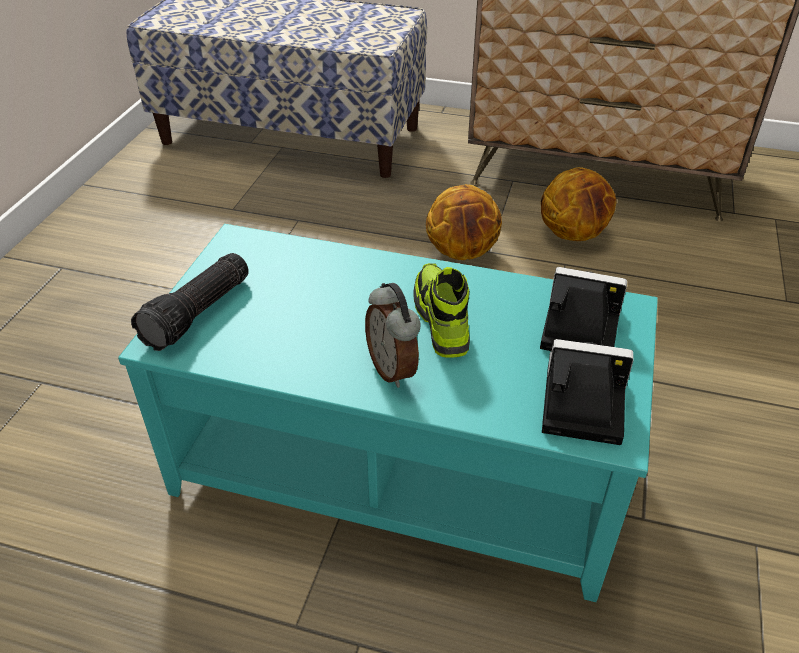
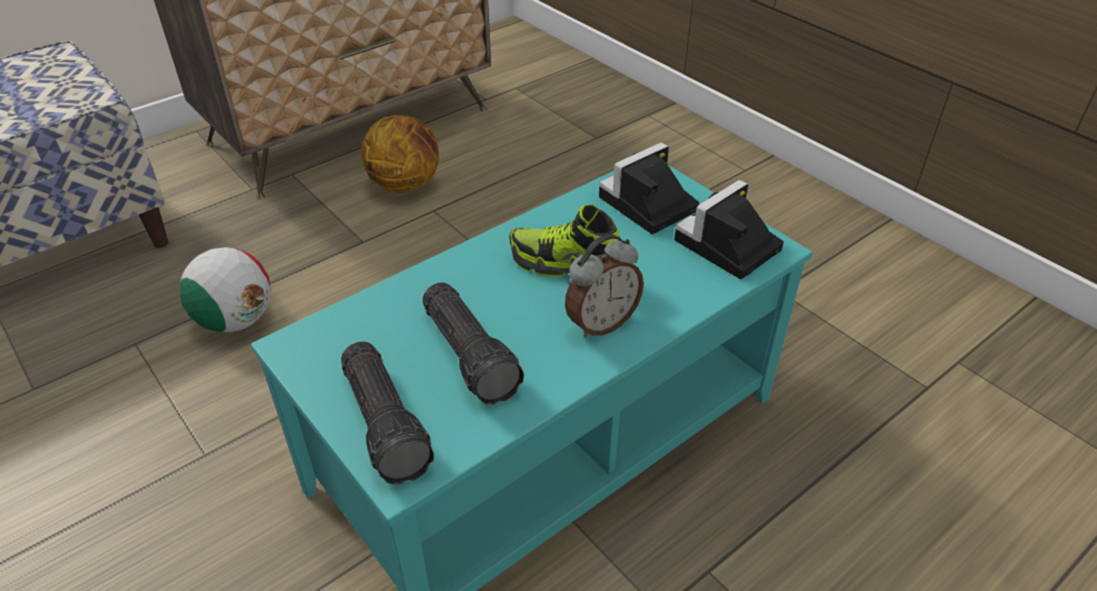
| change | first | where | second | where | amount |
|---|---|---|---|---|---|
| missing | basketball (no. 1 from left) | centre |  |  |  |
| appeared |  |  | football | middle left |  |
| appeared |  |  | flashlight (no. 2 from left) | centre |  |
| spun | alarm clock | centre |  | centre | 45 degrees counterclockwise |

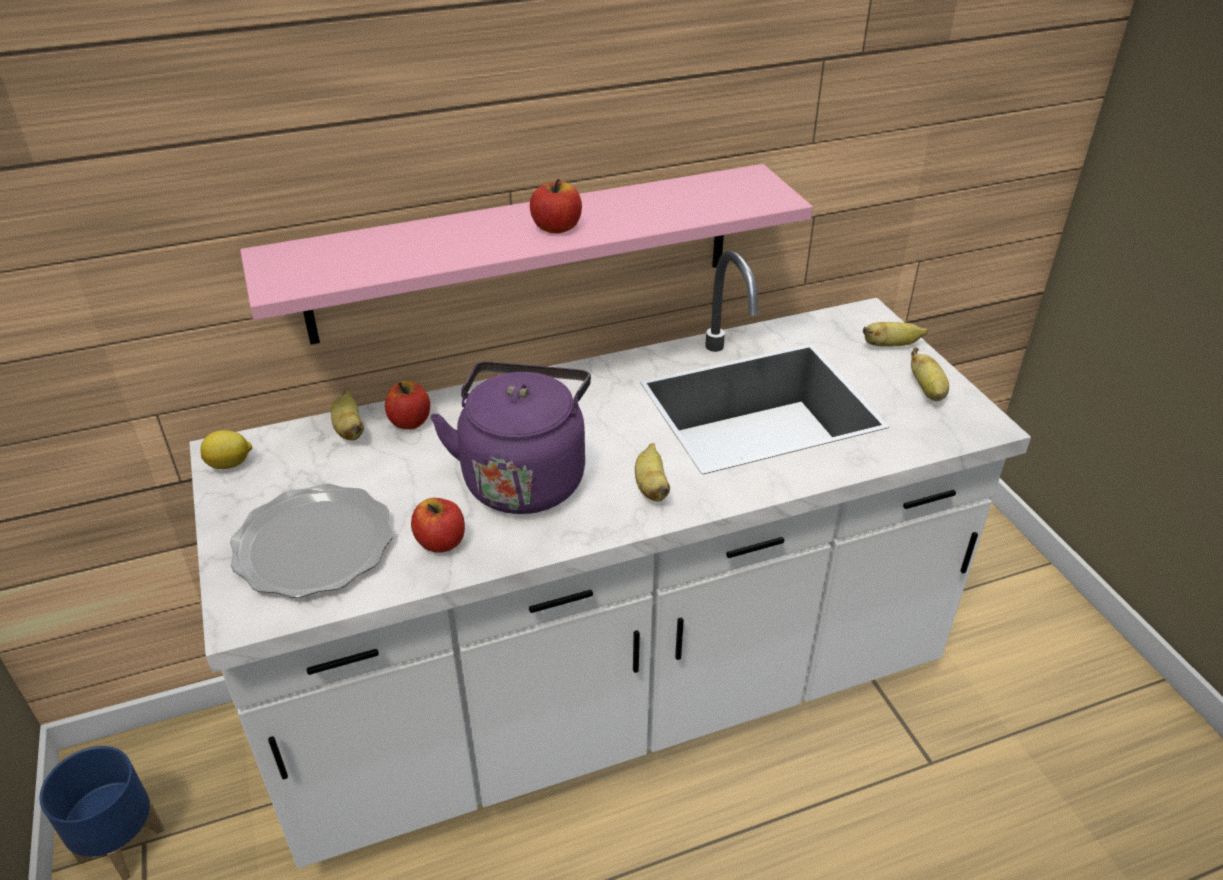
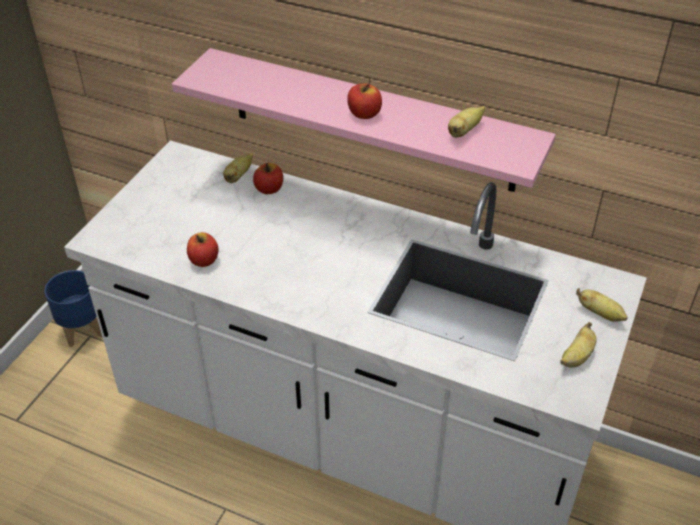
| change | first | where | second | where | amount |
|---|---|---|---|---|---|
| missing | lemon | middle left |  |  |  |
| missing | plate | middle left |  |  |  |
| missing | kettle in purple | centre |  |  |  |
| relocated | banana (no. 2 from left) | centre |  | top centre |  |

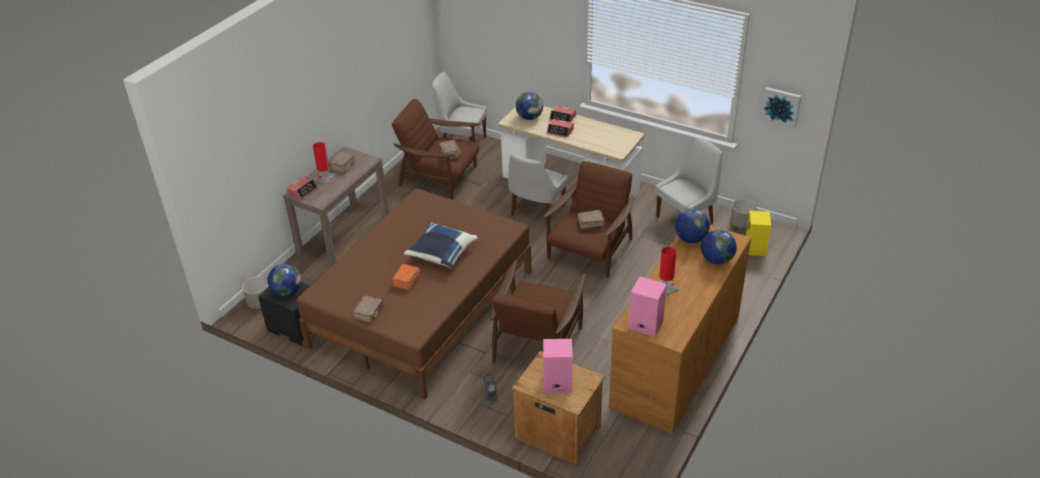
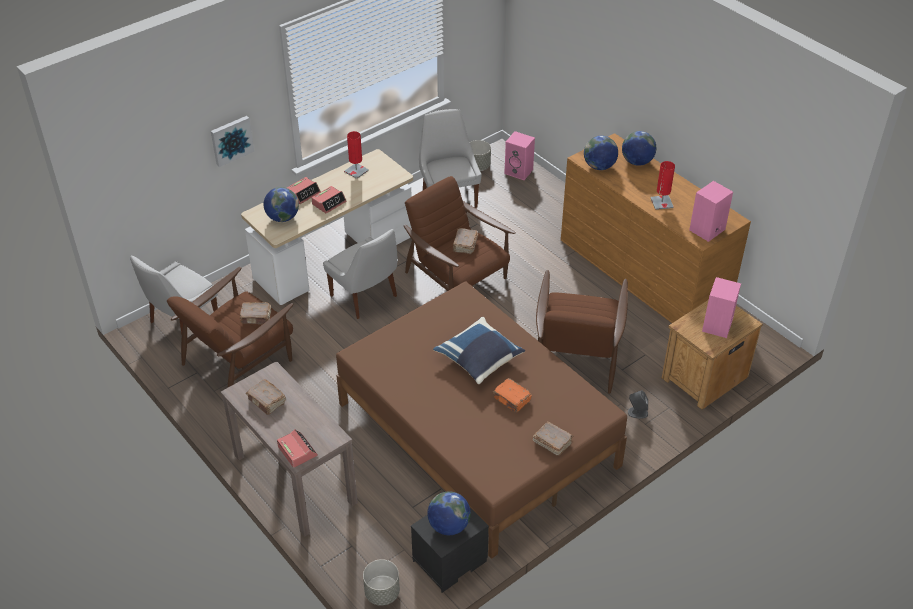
| change | first | where | second | where | amount |
|---|---|---|---|---|---|
| relocated | table lamp in red (no. 1 from left) | middle left |  | top centre |  |
| relocated | picture | top right |  | top left |  |
| colour | speaker in yellow | middle right | speaker in pink (no. 1 from left) | top centre |  |
| spun | armchair in brown (no. 2 from left in the first image) | centre | armchair in brown (no. 3 from left) | centre | 60 degrees clockwise |

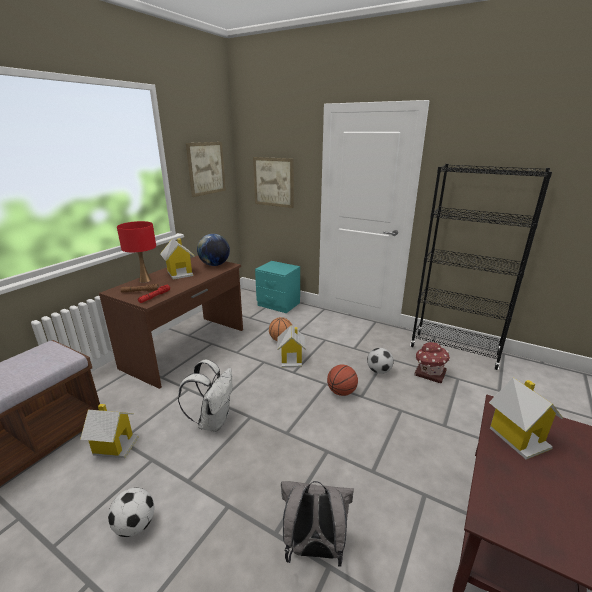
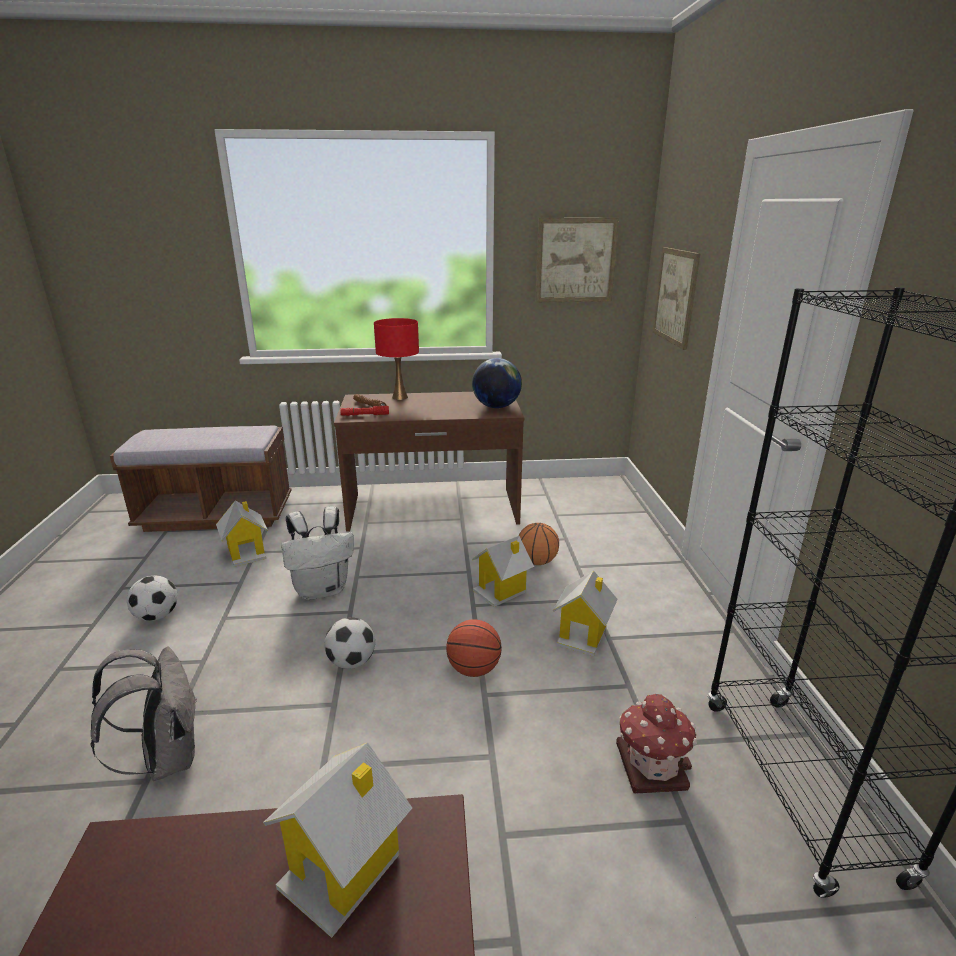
| change | first | where | second | where | amount |
|---|---|---|---|---|---|
| missing | nightstand in turquoise | centre |  |  |  |
| relocated | toy house (no. 2 from left in the first image) | middle left | toy house (no. 4 from left) | centre |  |
| relocated | football (no. 2 from left) | centre |  | bottom centre |  |

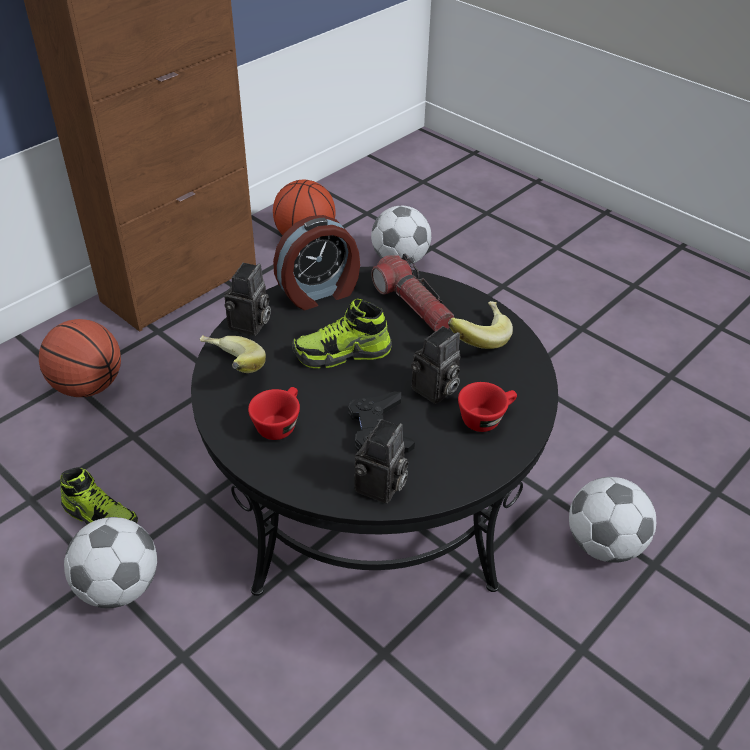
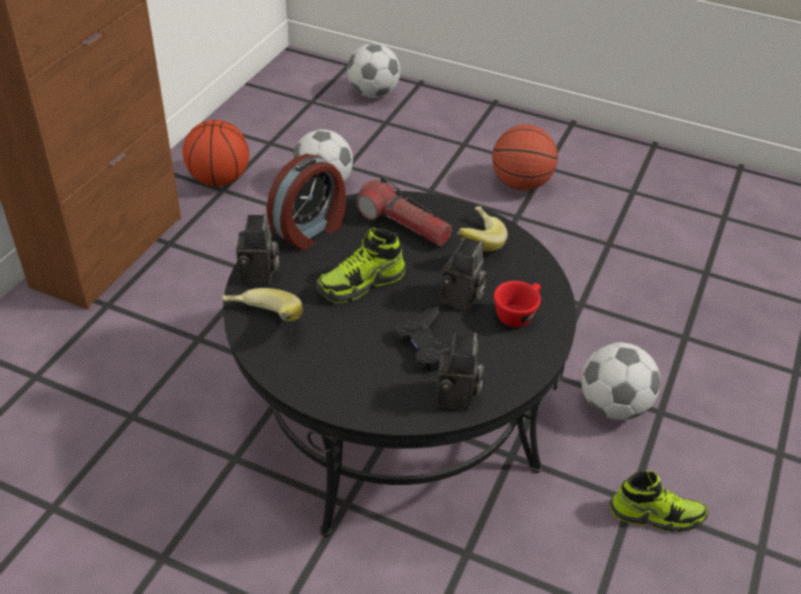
| change | first | where | second | where | amount |
|---|---|---|---|---|---|
| missing | cup in red (no. 1 from left) | centre |  |  |  |
| relocated | basketball (no. 1 from left in the first image) | middle left | basketball (no. 2 from left) | top centre |  |
| relocated | shoe (no. 1 from left in the first image) | middle left | shoe (no. 2 from left) | bottom right |  |
| relocated | football (no. 1 from left in the first image) | bottom left | football (no. 2 from left) | top centre |  |

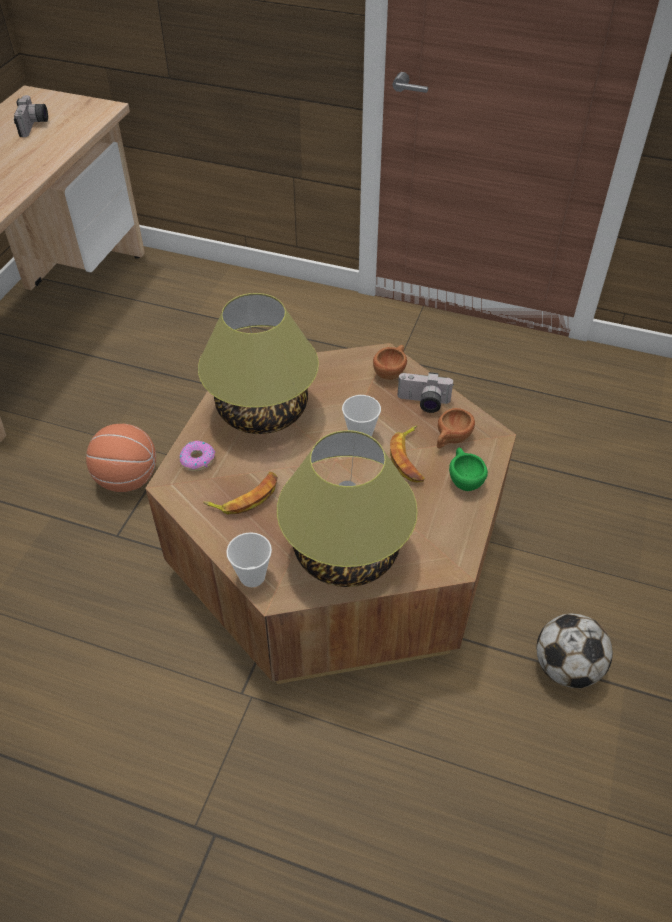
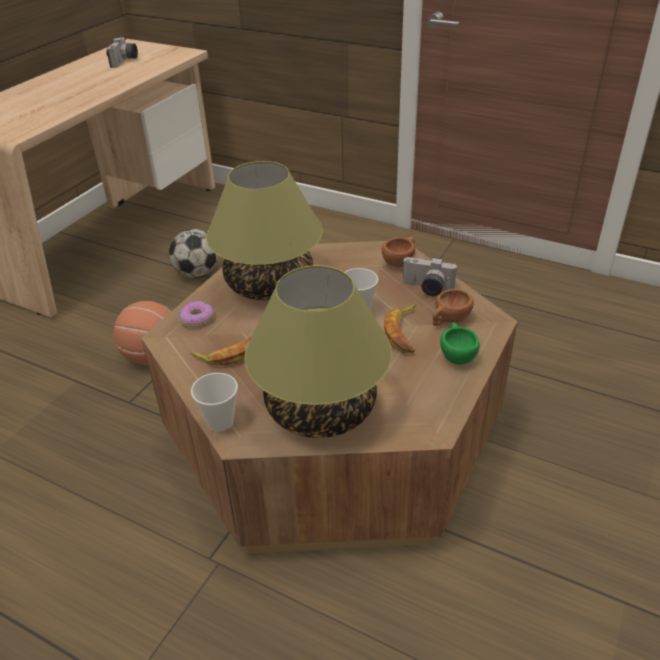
| change | first | where | second | where | amount |
|---|---|---|---|---|---|
| relocated | football | bottom right |  | middle left |  |

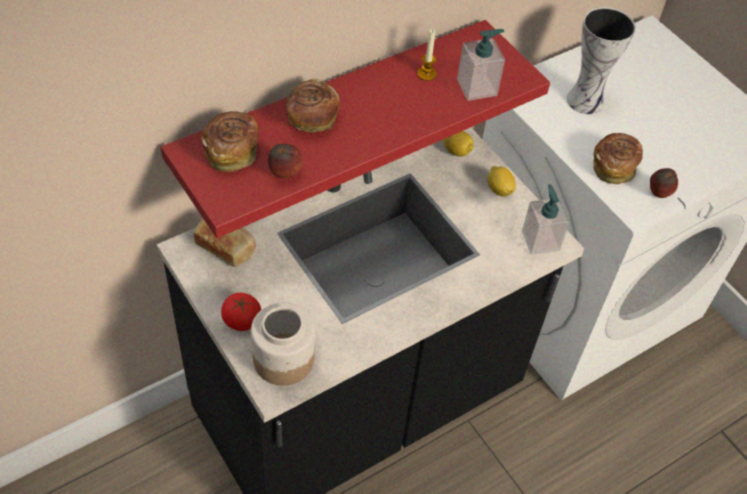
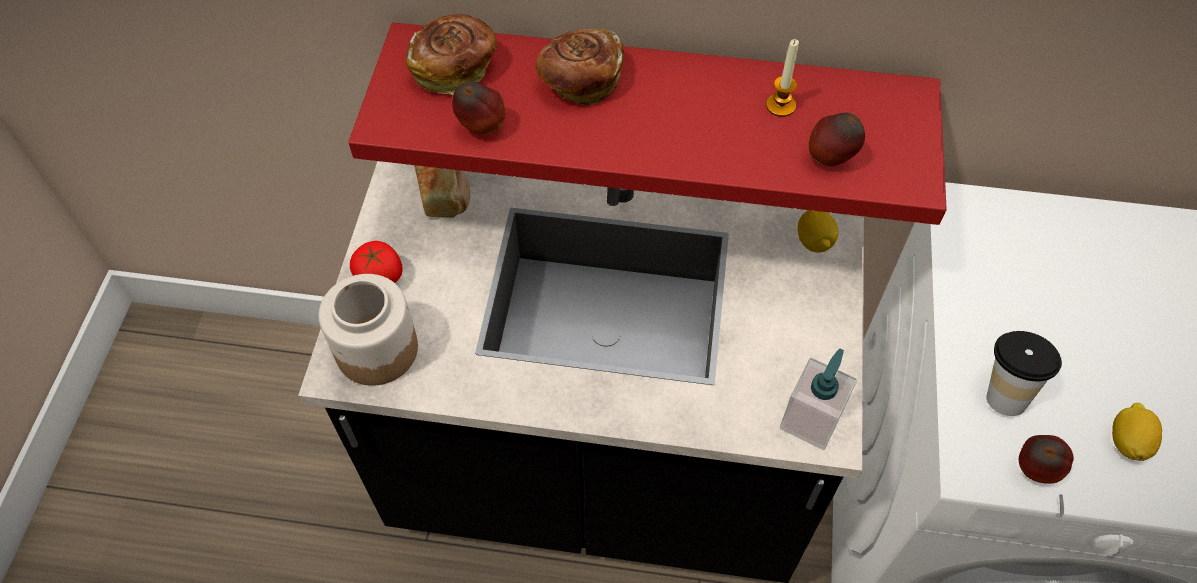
| change | first | where | second | where | amount |
|---|---|---|---|---|---|
| missing | vase | top right |  |  |  |
| relocated | lemon (no. 2 from left) | middle right |  | bottom right |  |
| exchanged | soap dispenser (no. 1 from left) | top centre | apple (no. 2 from left) | top right |  |
| exchanged | bread (no. 4 from left) | top right | cup | middle right |  |

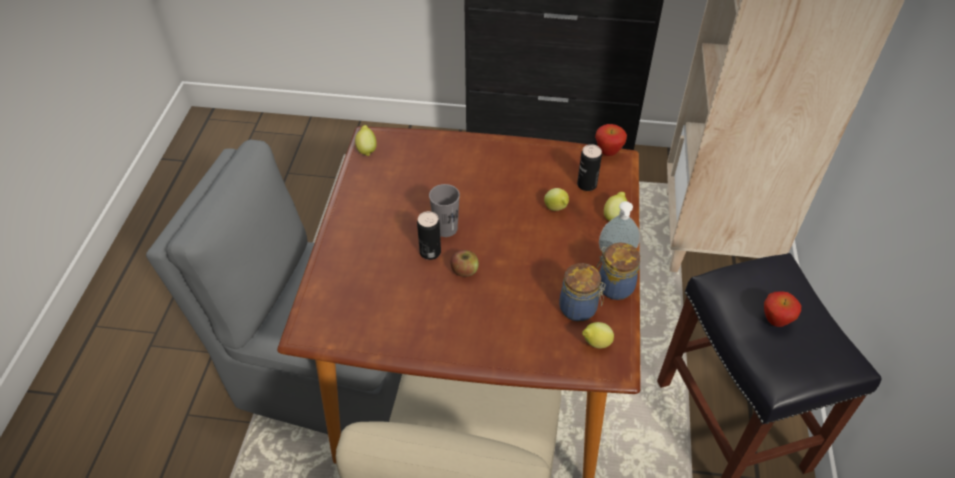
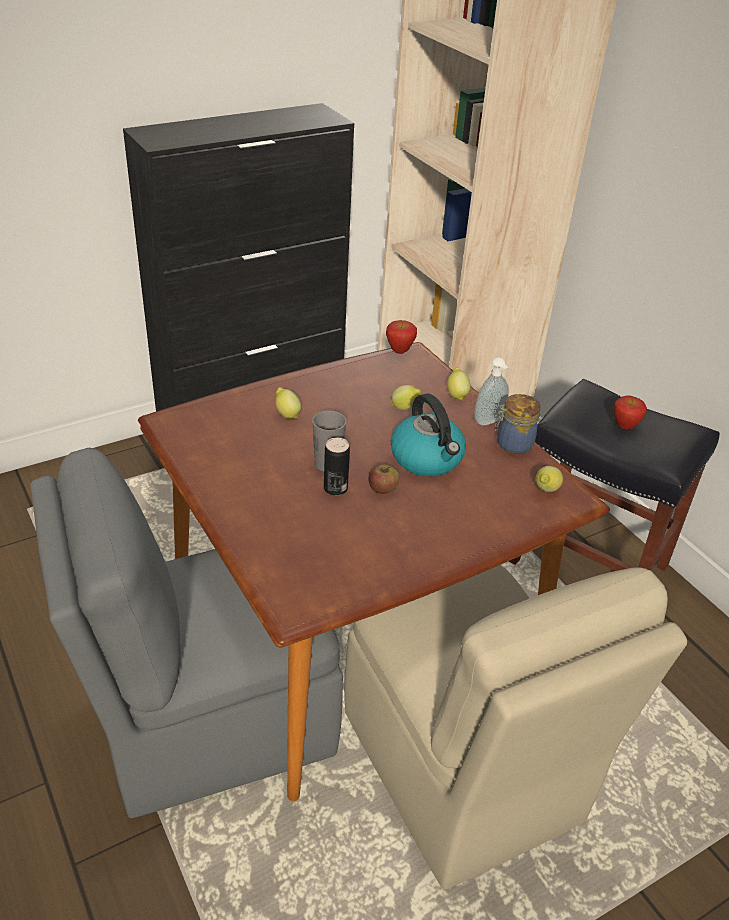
| change | first | where | second | where | amount |
|---|---|---|---|---|---|
| missing | jar (no. 1 from left) | centre |  |  |  |
| missing | can (no. 2 from left) | centre |  |  |  |
| appeared |  |  | kettle | centre |  |
| relocated | lemon (no. 1 from left) | top centre |  | centre |  |

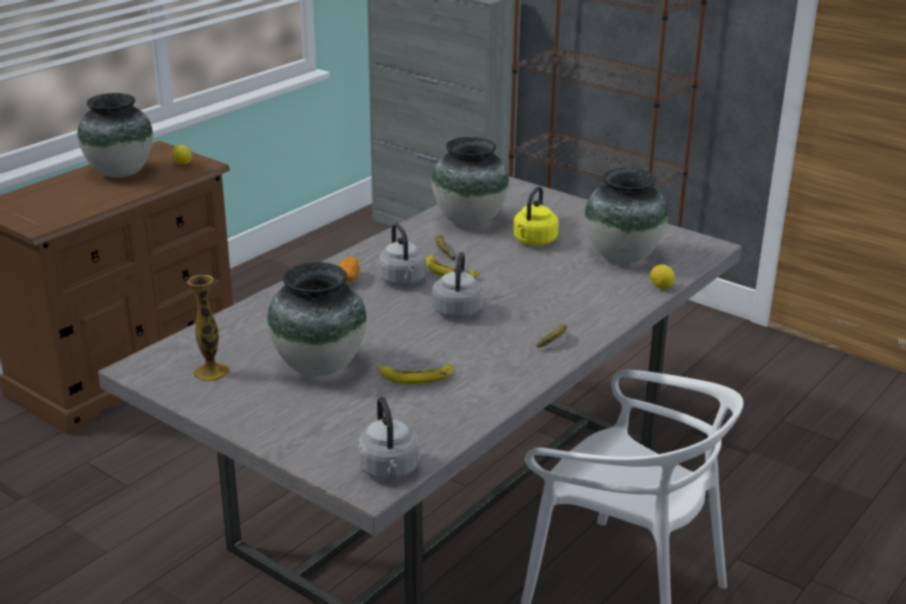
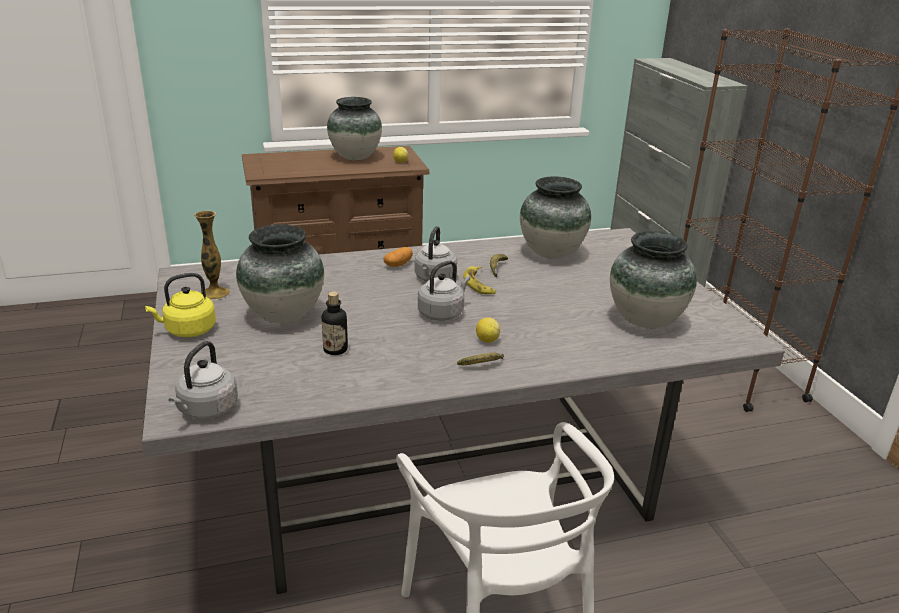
| change | first | where | second | where | amount |
|---|---|---|---|---|---|
| relocated | kettle in yellow | centre |  | middle left |  |
| relocated | lemon (no. 2 from left) | middle right |  | centre |  |
| exchanged | banana (no. 1 from left) | centre | bottle | centre |  |

